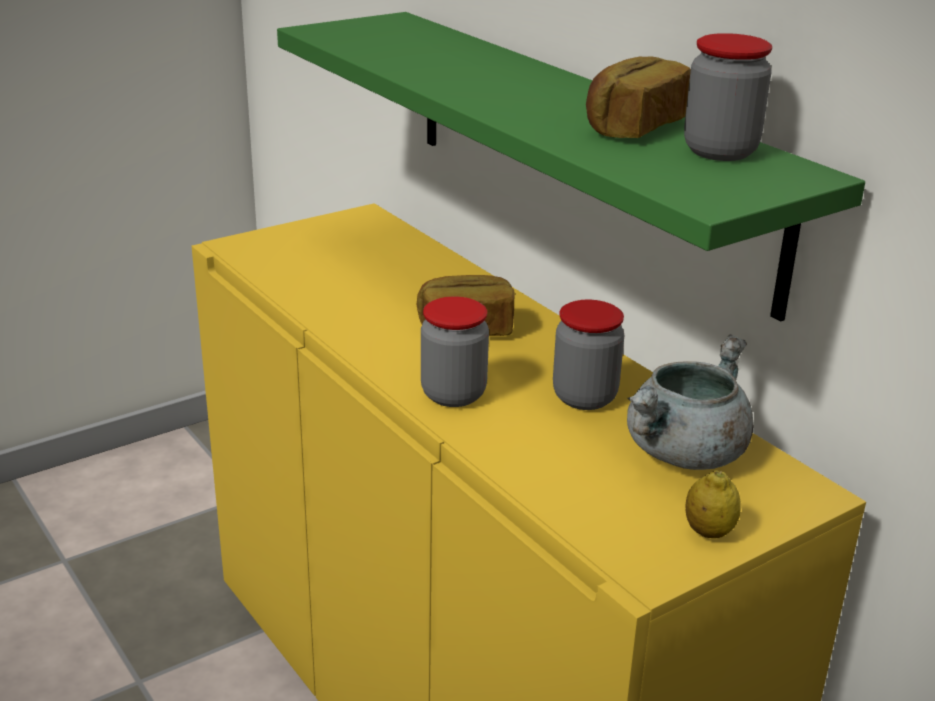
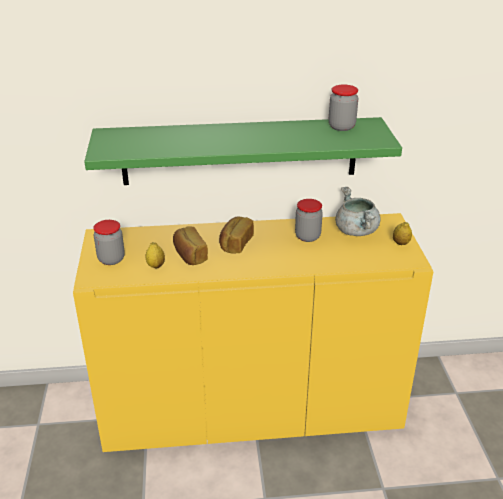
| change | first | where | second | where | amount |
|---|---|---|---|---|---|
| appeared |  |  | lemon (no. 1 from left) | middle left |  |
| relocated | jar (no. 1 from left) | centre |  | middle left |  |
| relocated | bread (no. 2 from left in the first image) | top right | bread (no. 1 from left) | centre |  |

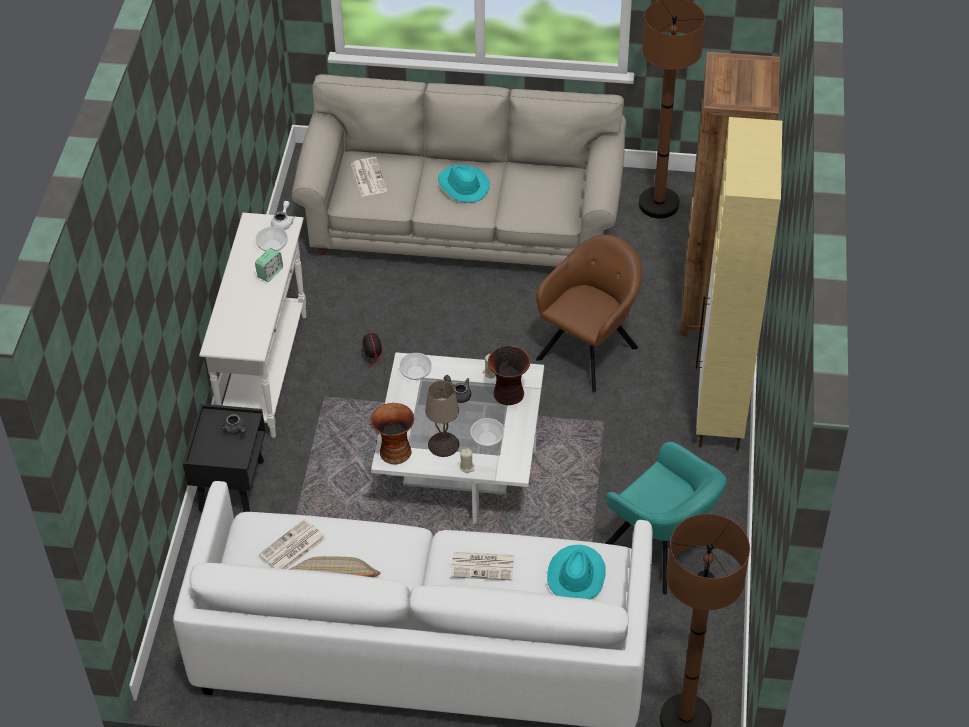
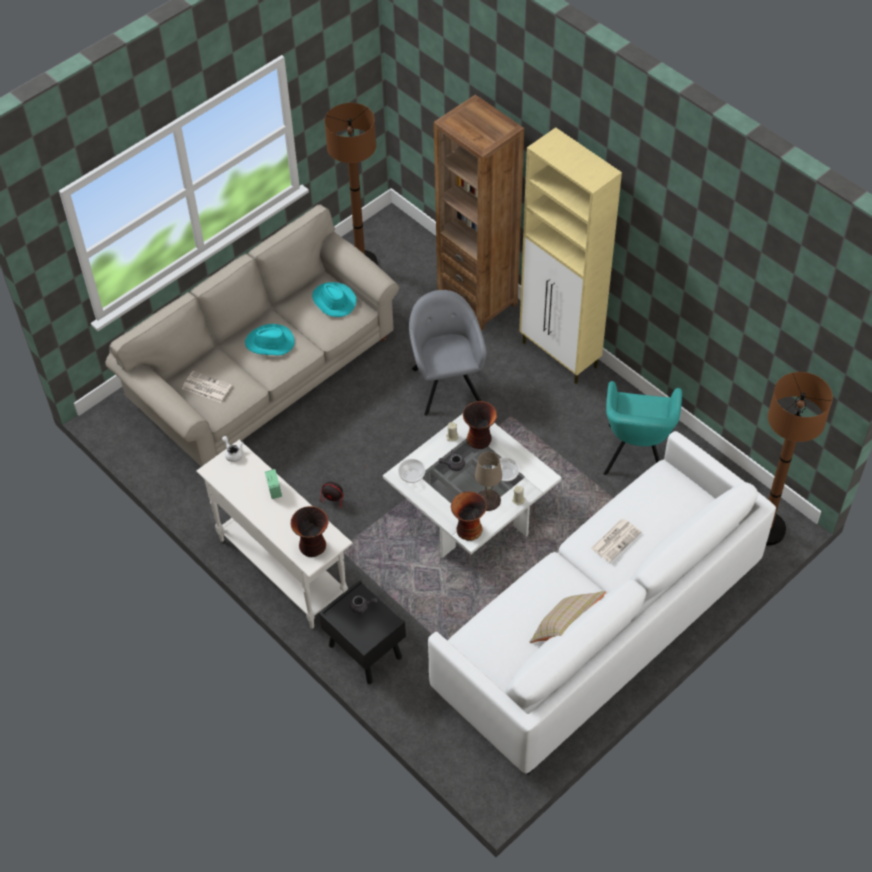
| change | first | where | second | where | amount |
|---|---|---|---|---|---|
| missing | bowl (no. 1 from left) | top left |  |  |  |
| missing | newspaper (no. 1 from left) | bottom left |  |  |  |
| appeared |  |  | vase (no. 1 from left) | centre |  |
| relocated | hat in turquoise (no. 2 from left) | bottom centre |  | centre |  |
| colour | armchair in brown | centre | armchair in grey | centre |  |
| spun | armchair in turquoise | bottom right |  | middle right | 105 degrees clockwise |

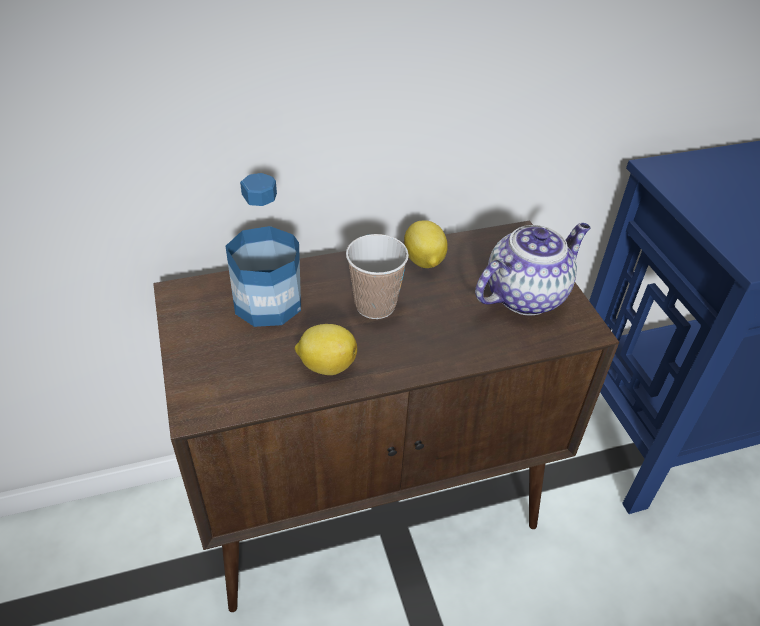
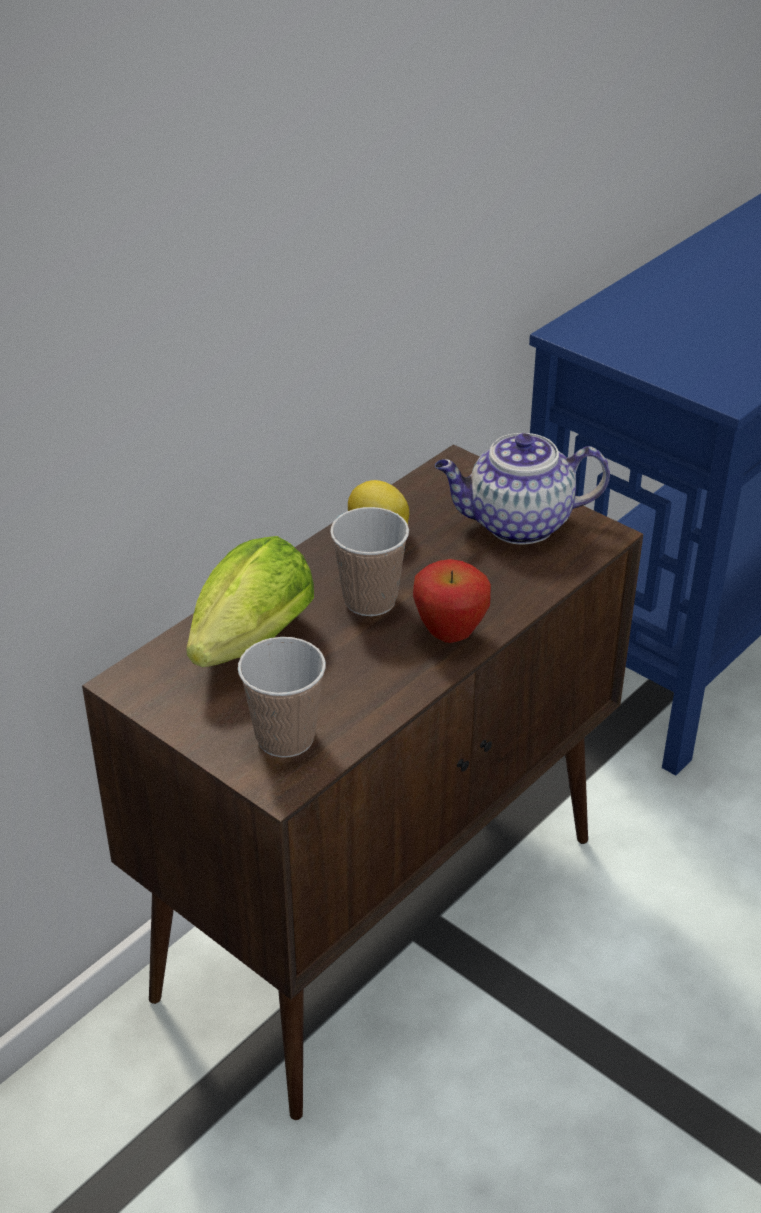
| change | first | where | second | where | amount |
|---|---|---|---|---|---|
| missing | lemon (no. 1 from left) | centre |  |  |  |
| appeared |  |  | cup (no. 1 from left) | centre |  |
| appeared |  |  | apple | centre |  |
| exchanged | bottle | centre | lettuce | middle left |  |
| spun | teapot | middle right |  | middle right | 120 degrees counterclockwise |

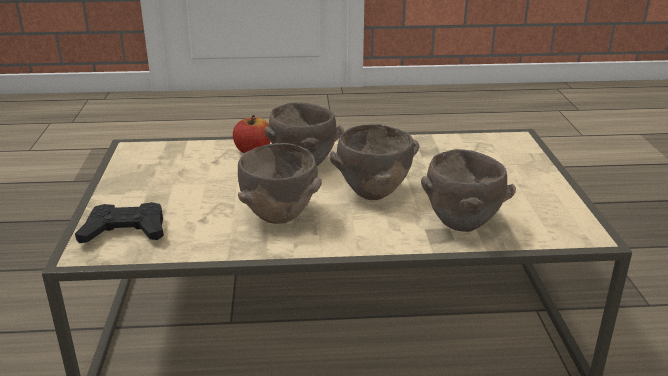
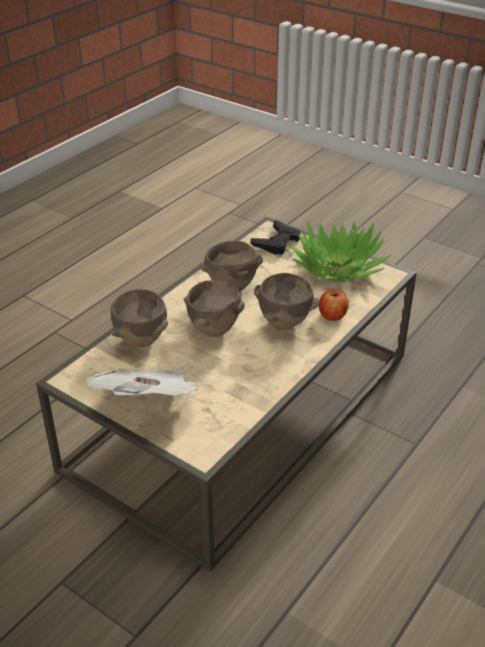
| change | first | where | second | where | amount |
|---|---|---|---|---|---|
| appeared |  |  | newspaper | middle left |  |
| appeared |  |  | potted plant | middle right |  |

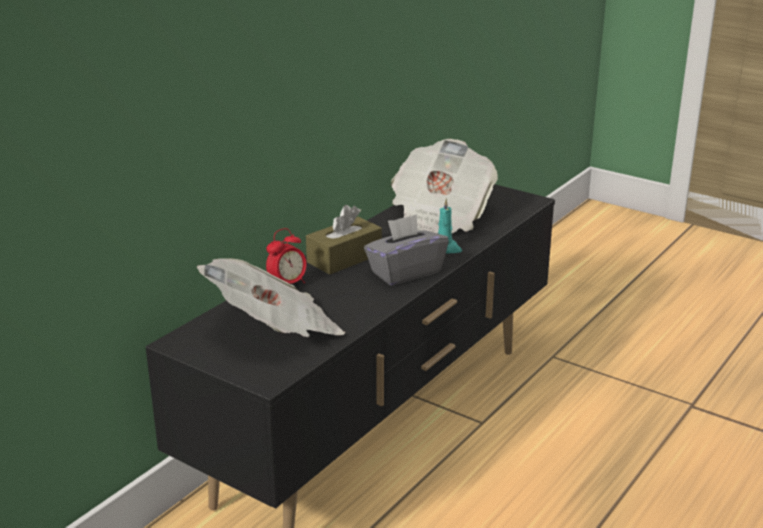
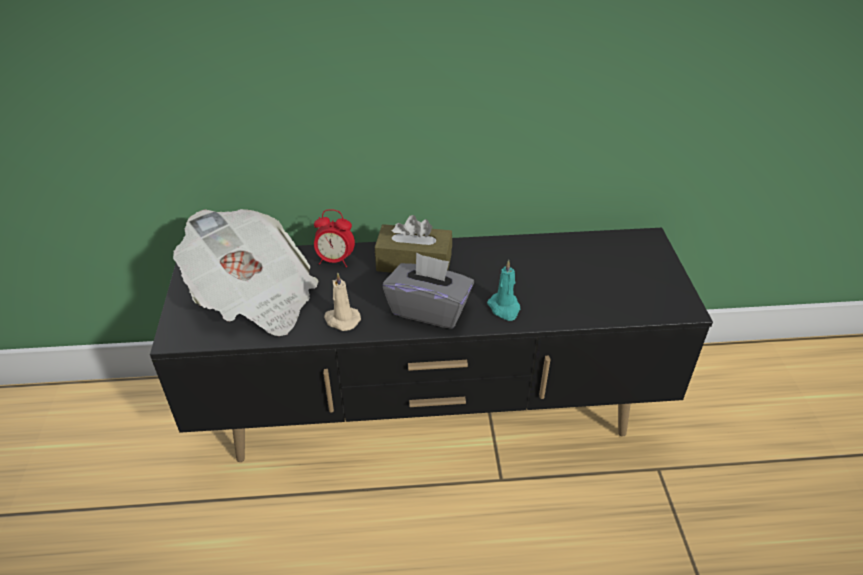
| change | first | where | second | where | amount |
|---|---|---|---|---|---|
| missing | newspaper (no. 2 from left) | centre |  |  |  |
| appeared |  |  | candle in beige | centre |  |

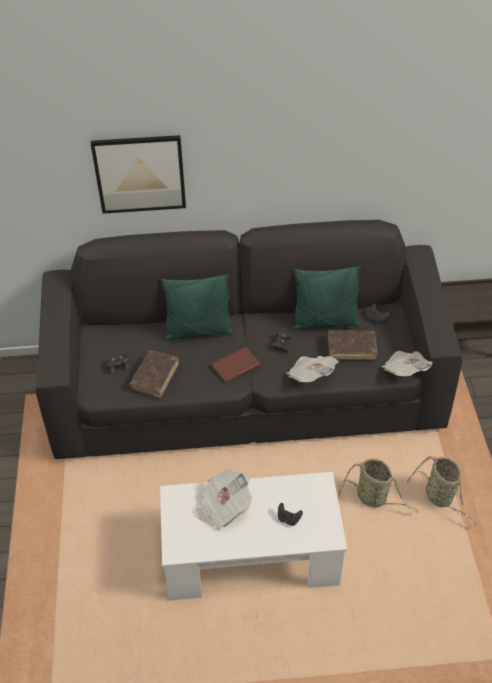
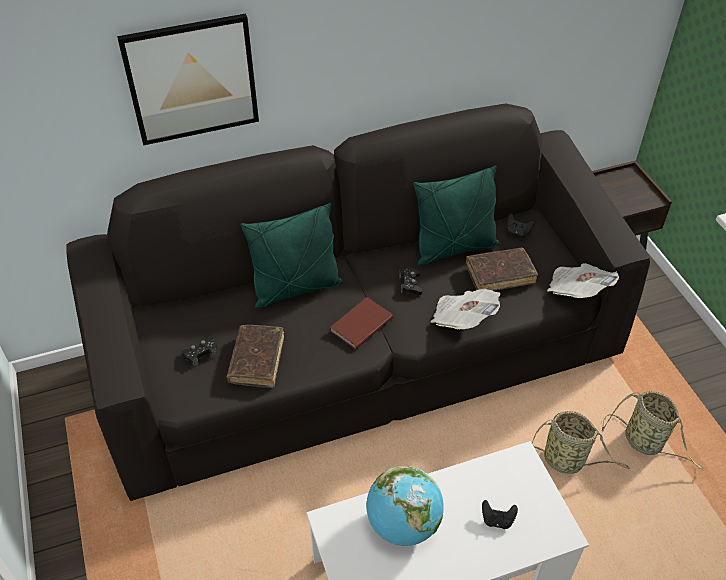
| change | first | where | second | where | amount |
|---|---|---|---|---|---|
| exchanged | newspaper (no. 1 from left) | bottom centre | globe | bottom centre |  |

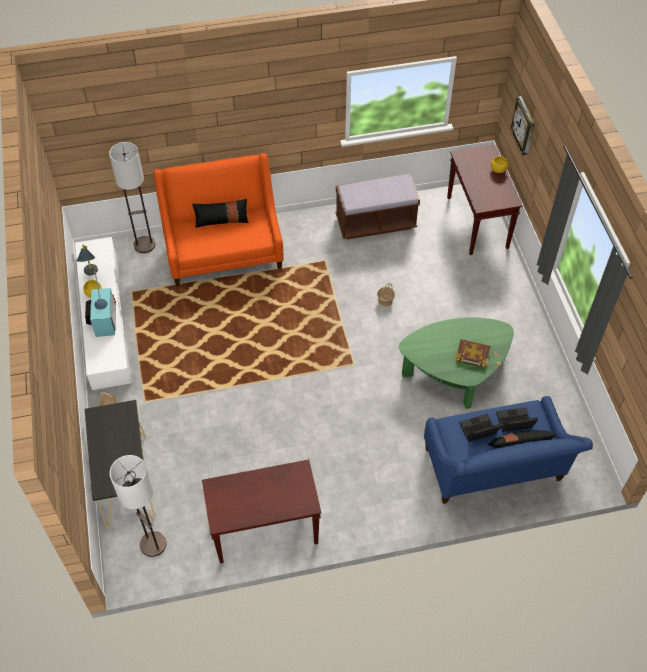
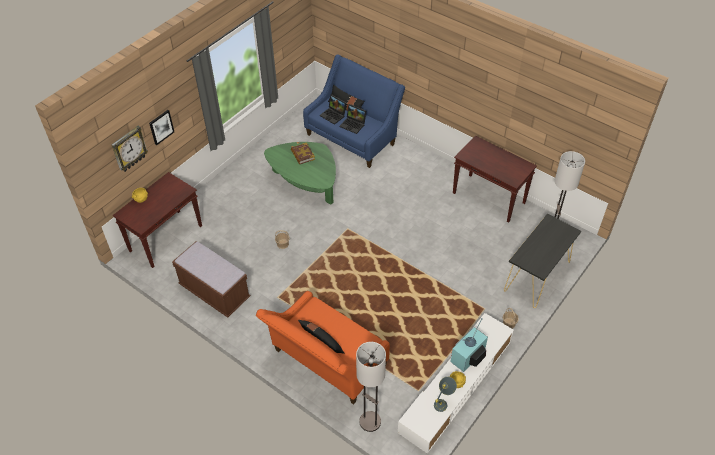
| change | first | where | second | where | amount |
|---|---|---|---|---|---|
| appeared |  |  | picture | top left |  |

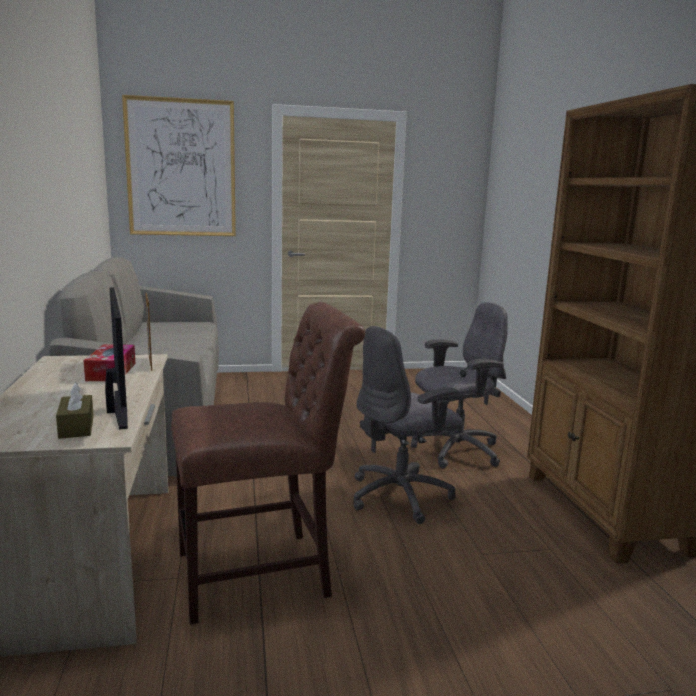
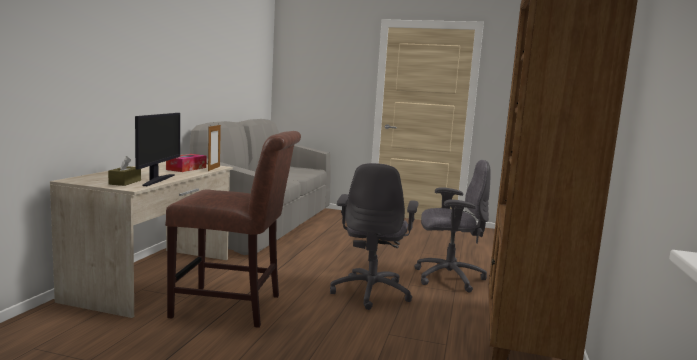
| change | first | where | second | where | amount |
|---|---|---|---|---|---|
| missing | picture | top left |  |  |  |
| spun | office chair in grey (no. 1 from left) | centre |  | centre | 75 degrees counterclockwise |

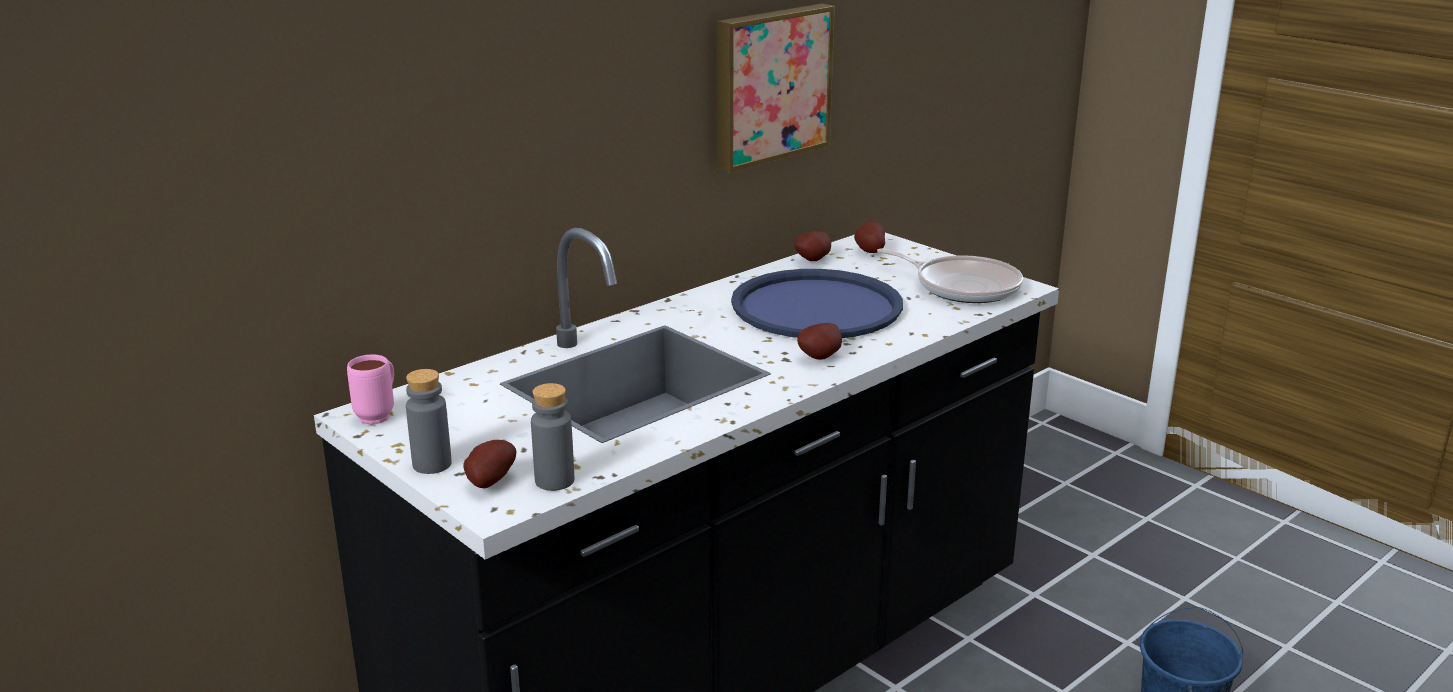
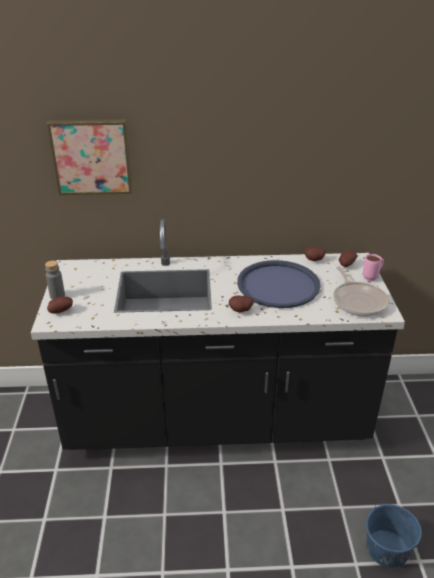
| change | first | where | second | where | amount |
|---|---|---|---|---|---|
| missing | bottle in grey (no. 2 from left) | centre |  |  |  |
| relocated | mug in pink | middle left |  | middle right |  |
| relocated | picture | top centre |  | top left |  |

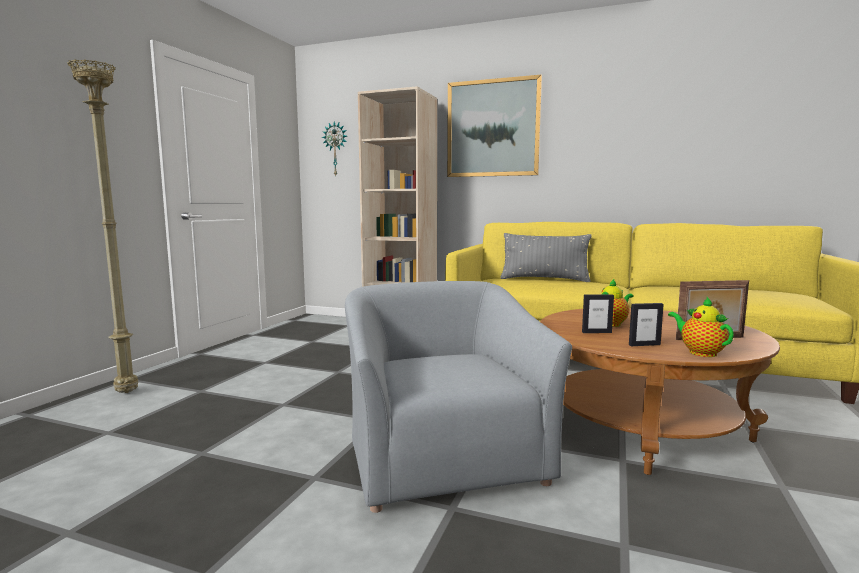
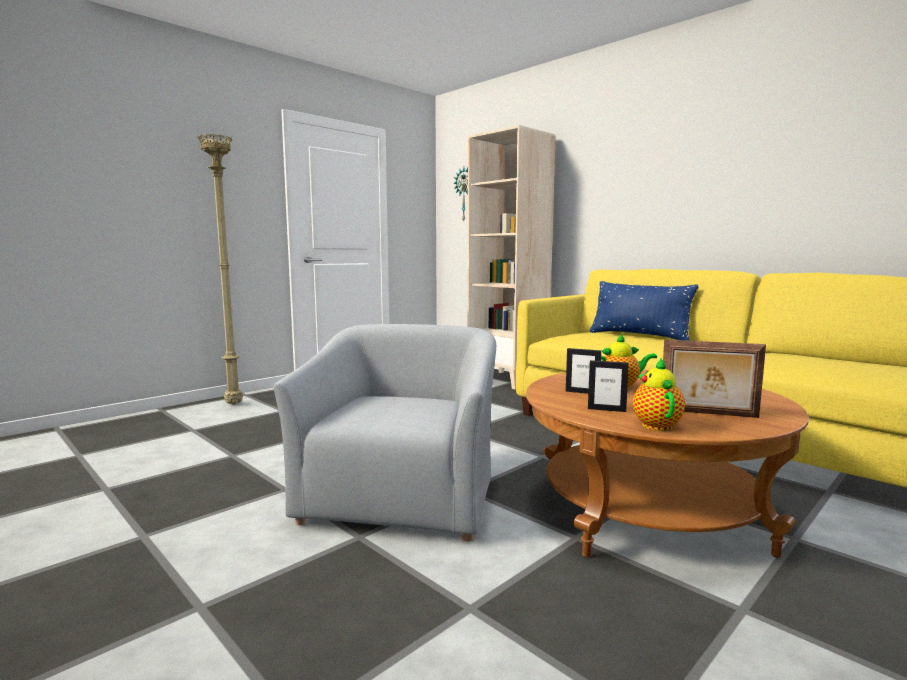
| change | first | where | second | where | amount |
|---|---|---|---|---|---|
| missing | picture | top centre |  |  |  |
| colour | pillow in grey | centre | pillow in blue | middle right |  |

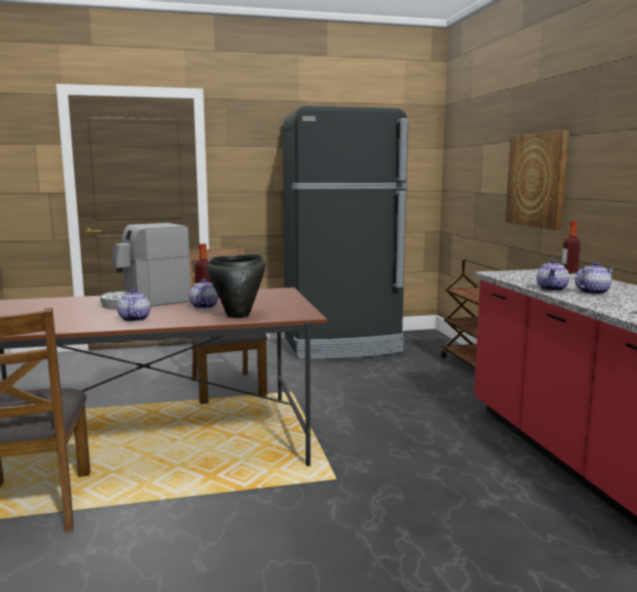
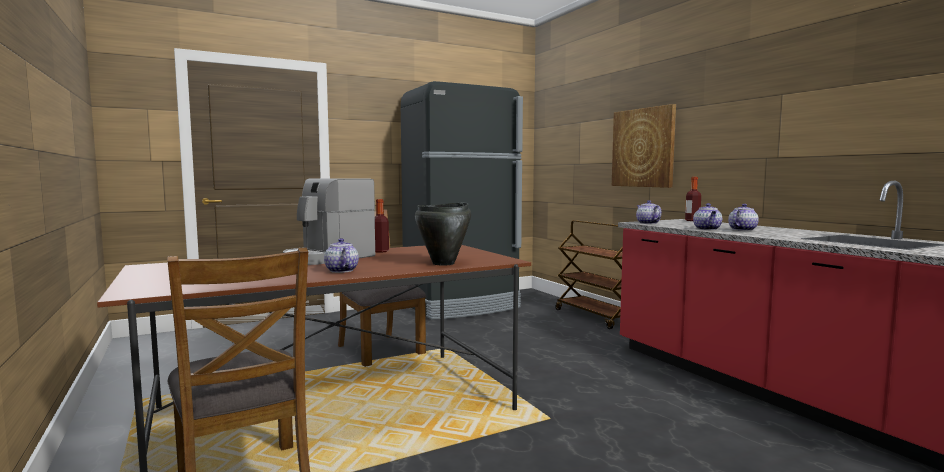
| change | first | where | second | where | amount |
|---|---|---|---|---|---|
| relocated | teapot (no. 2 from left) | middle left |  | middle right |  |

